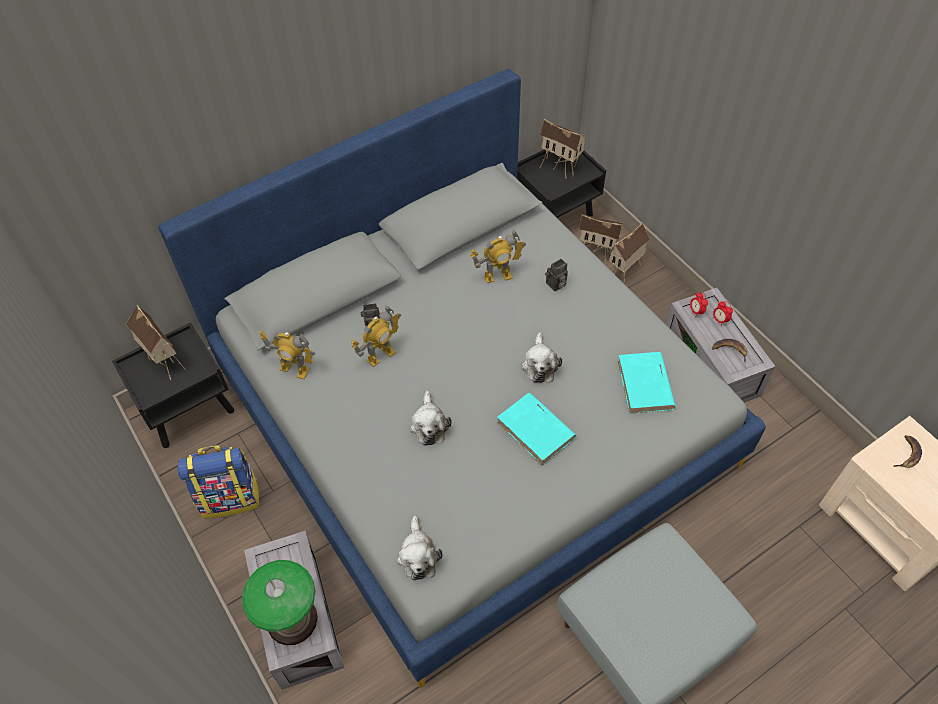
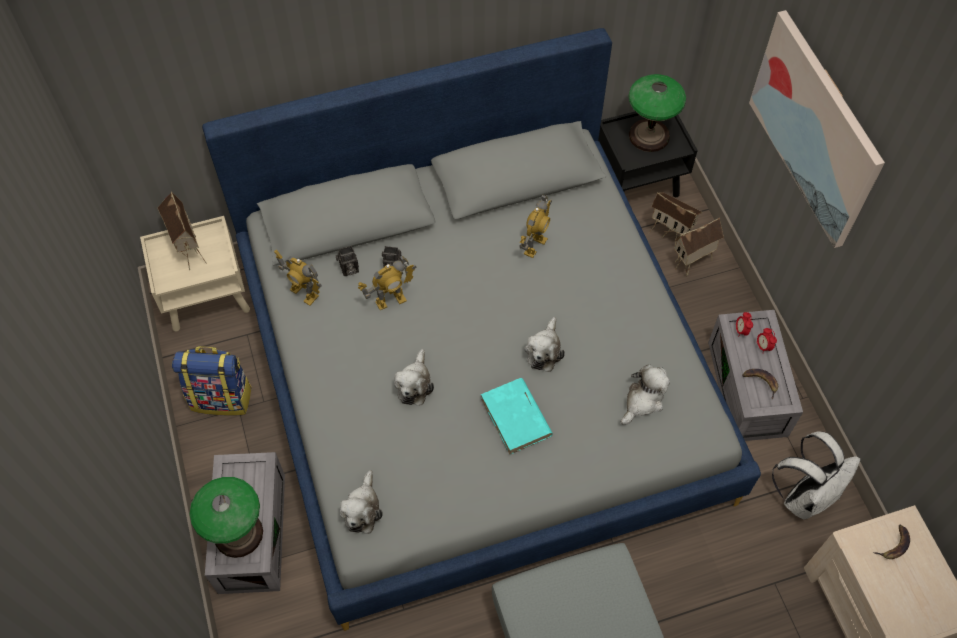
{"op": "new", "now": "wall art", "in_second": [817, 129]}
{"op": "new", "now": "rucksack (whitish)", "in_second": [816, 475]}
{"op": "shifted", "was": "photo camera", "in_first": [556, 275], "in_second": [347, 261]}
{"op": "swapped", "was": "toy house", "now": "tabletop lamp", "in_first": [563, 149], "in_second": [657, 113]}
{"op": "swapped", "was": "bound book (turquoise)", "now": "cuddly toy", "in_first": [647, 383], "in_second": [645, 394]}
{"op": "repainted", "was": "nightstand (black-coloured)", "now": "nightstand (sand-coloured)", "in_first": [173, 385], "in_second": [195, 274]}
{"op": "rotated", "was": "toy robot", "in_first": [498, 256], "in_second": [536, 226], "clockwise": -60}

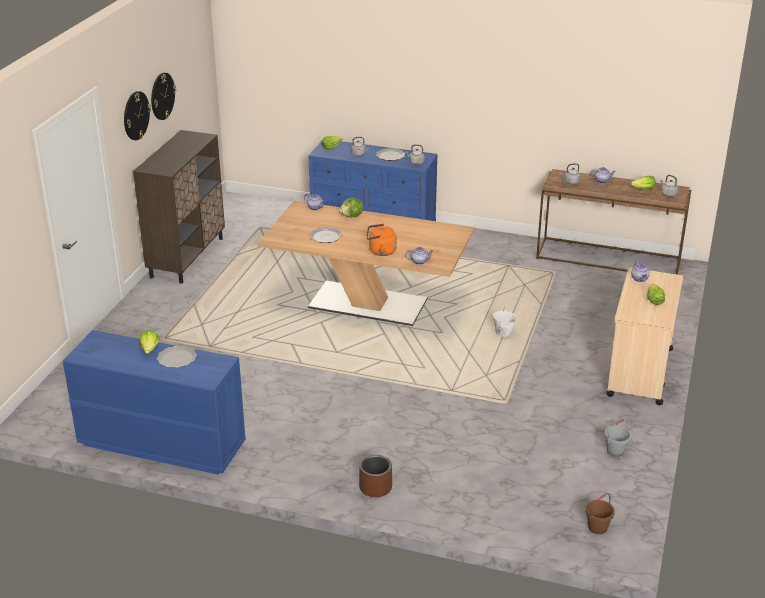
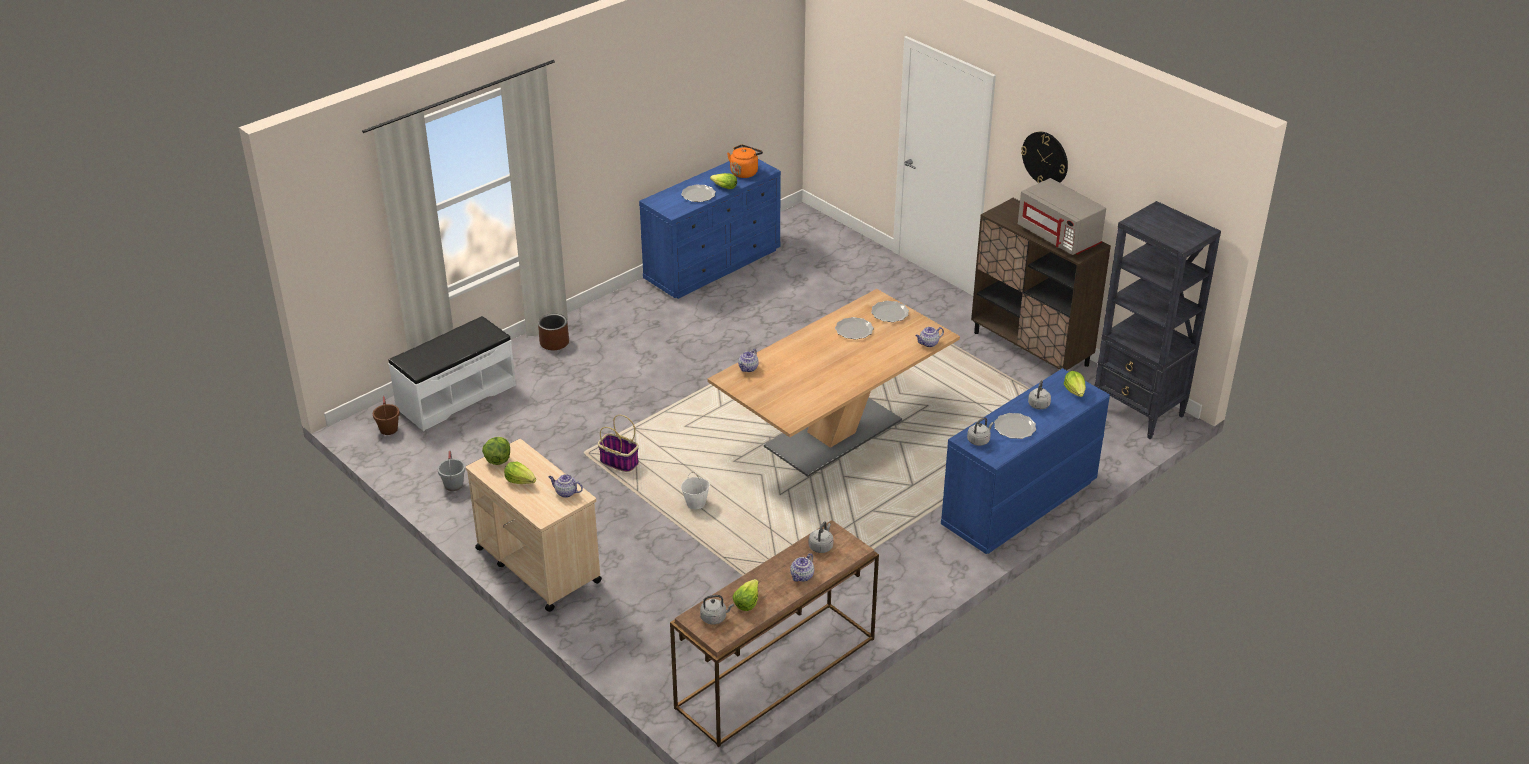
{"op": "gone", "was": "clock on the wall", "in_first": [163, 96]}
{"op": "new", "now": "indoor bench (whitish)", "in_second": [452, 373]}
{"op": "new", "now": "storage basket", "in_second": [618, 443]}
{"op": "new", "now": "dinner plate", "in_second": [890, 311]}
{"op": "new", "now": "microwave (gray)", "in_second": [1062, 216]}
{"op": "new", "now": "shelving unit (black-coloured)", "in_second": [1157, 320]}
{"op": "shifted", "was": "lettuce", "in_first": [351, 207], "in_second": [496, 451]}
{"op": "shifted", "was": "tea kettle (orange-coloured)", "in_first": [382, 240], "in_second": [745, 161]}

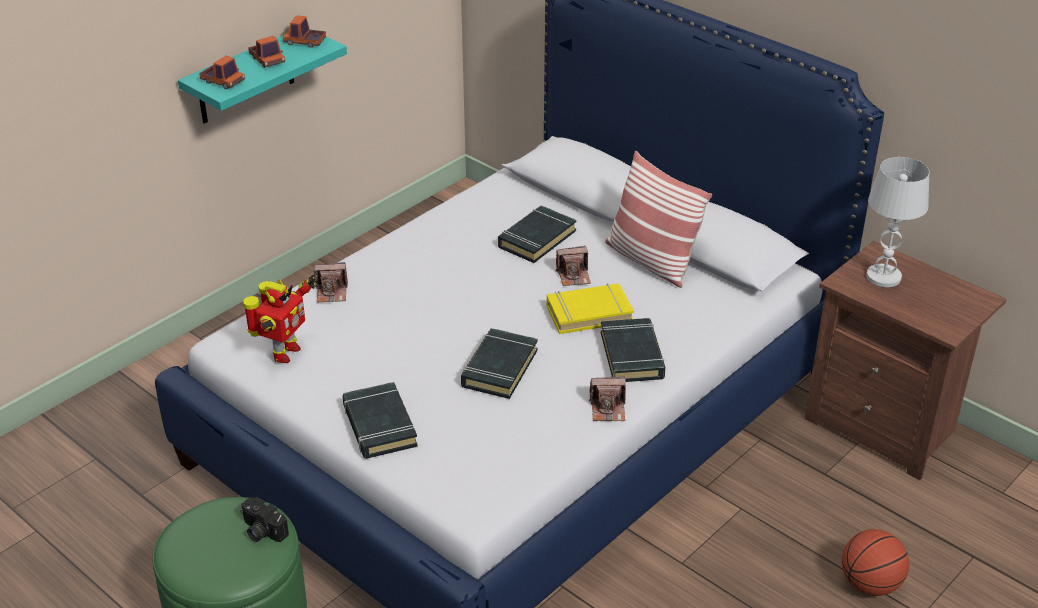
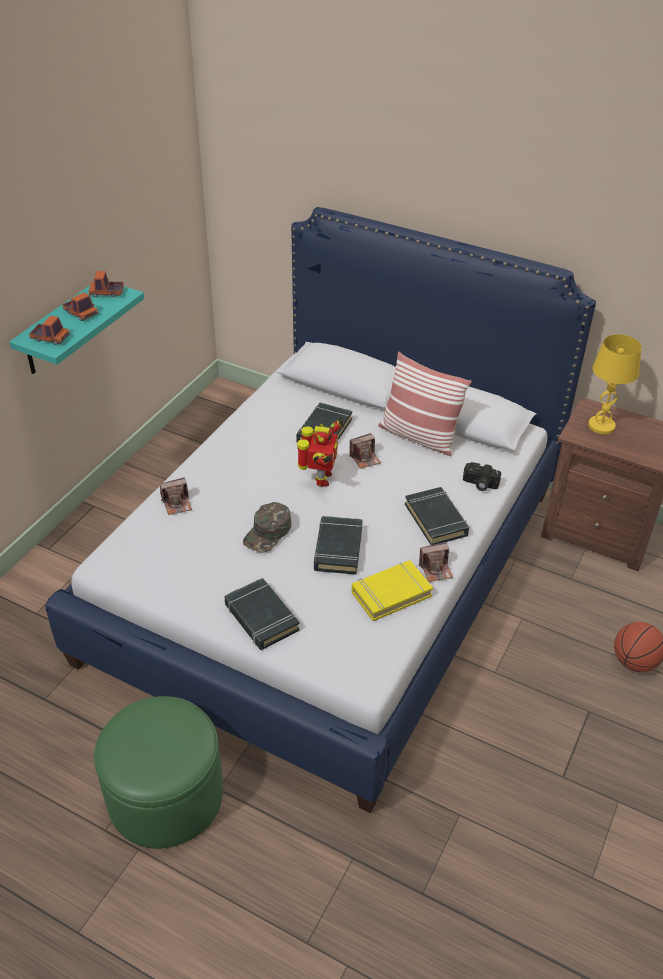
{"op": "new", "now": "cap (greenish)", "in_second": [267, 527]}
{"op": "shifted", "was": "photo camera", "in_first": [264, 519], "in_second": [482, 476]}
{"op": "shifted", "was": "toy robot", "in_first": [279, 319], "in_second": [321, 451]}
{"op": "shifted", "was": "bound book (yellow-coloured)", "in_first": [590, 308], "in_second": [392, 590]}
{"op": "repainted", "was": "tabletop lamp (whitish)", "now": "tabletop lamp (yellow-coloured)", "in_first": [897, 222], "in_second": [615, 384]}

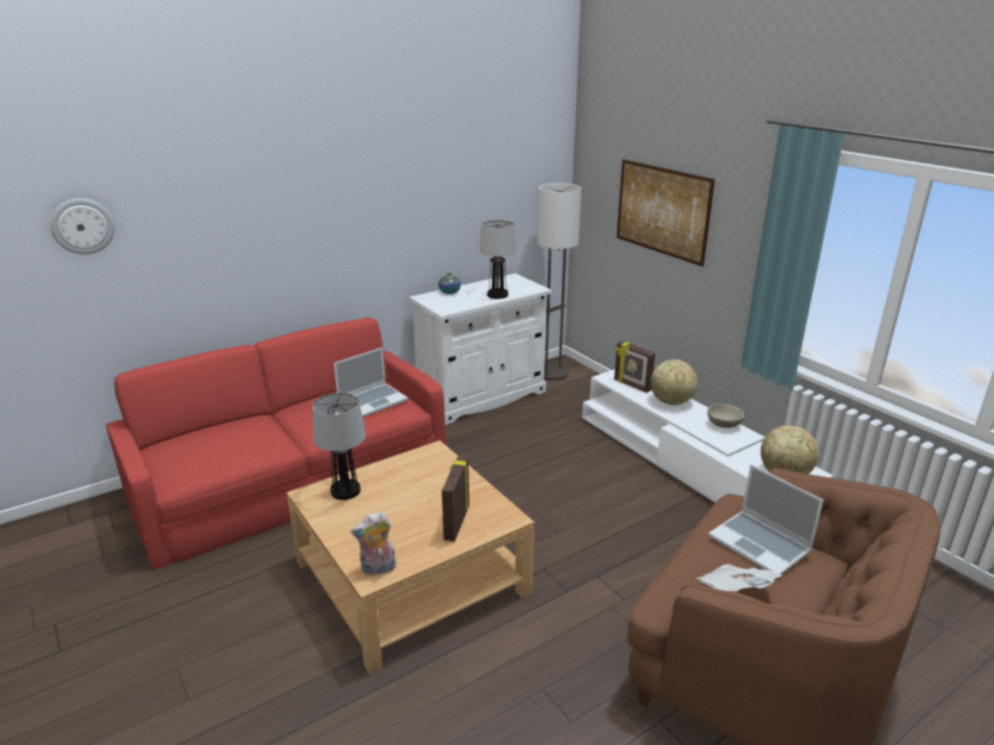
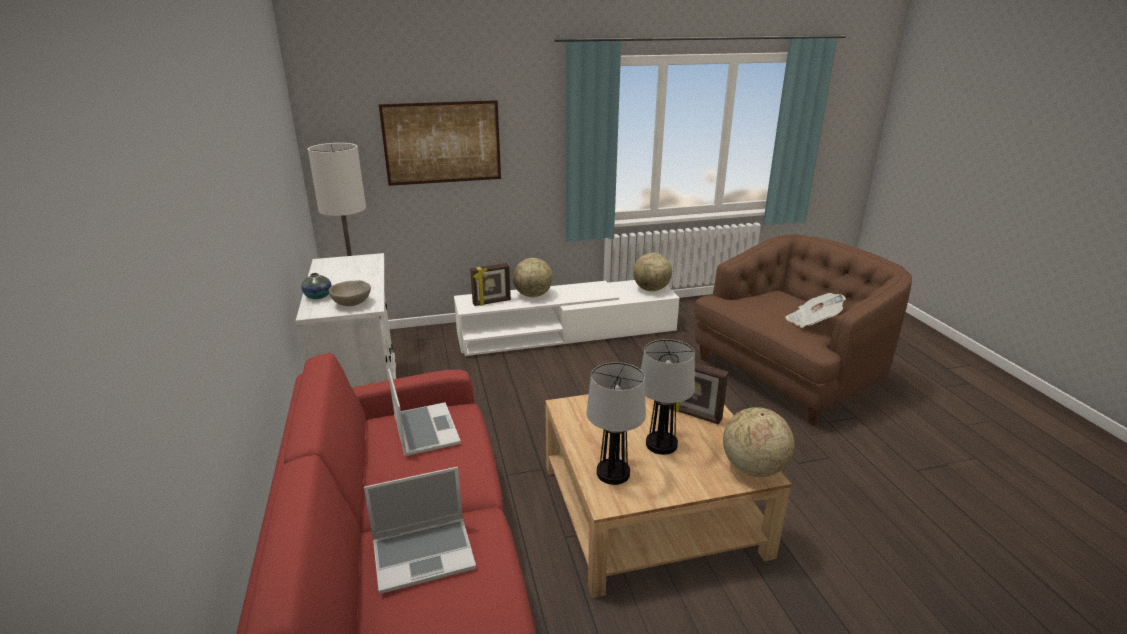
{"op": "gone", "was": "clock on the wall", "in_first": [82, 226]}
{"op": "shifted", "was": "tabletop lamp", "in_first": [498, 259], "in_second": [668, 397]}
{"op": "shifted", "was": "deep dish (sand-coloured)", "in_first": [725, 415], "in_second": [350, 293]}
{"op": "shifted", "was": "laptop", "in_first": [765, 519], "in_second": [420, 530]}
{"op": "swapped", "was": "cuddly toy", "now": "world globe", "in_first": [373, 543], "in_second": [758, 442]}

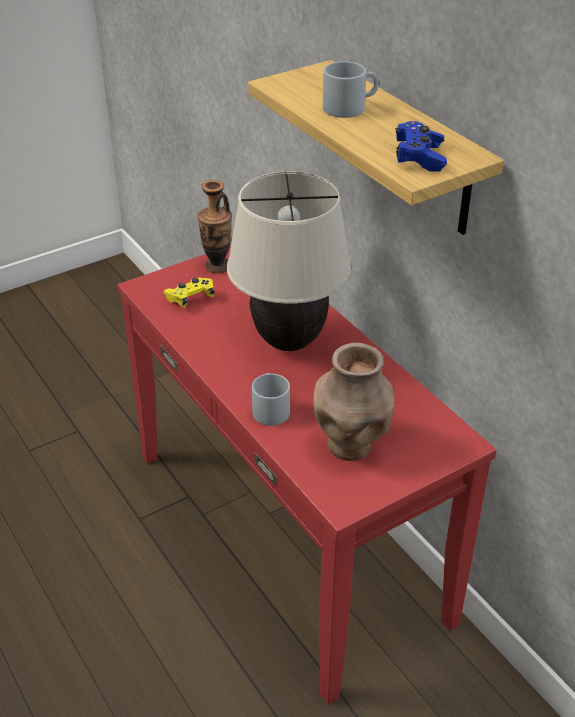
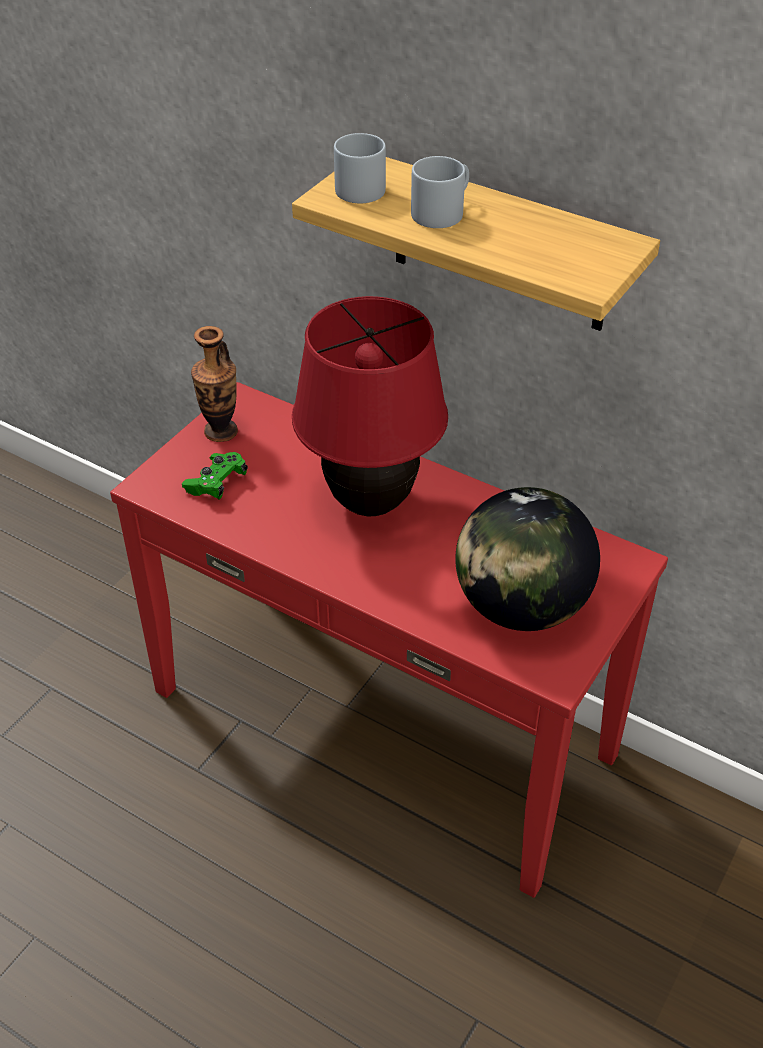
{"op": "gone", "was": "game controller (blue-coloured)", "in_first": [421, 146]}
{"op": "shifted", "was": "coffee mug (gray)", "in_first": [271, 399], "in_second": [360, 168]}
{"op": "swapped", "was": "flower vase (brown-coloured)", "now": "world globe", "in_first": [353, 402], "in_second": [527, 559]}
{"op": "repainted", "was": "game controller (yellow-coloured)", "now": "game controller (greenish)", "in_first": [189, 293], "in_second": [215, 475]}
{"op": "repainted", "was": "tabletop lamp (sand-coloured)", "now": "tabletop lamp (red)", "in_first": [289, 261], "in_second": [370, 406]}

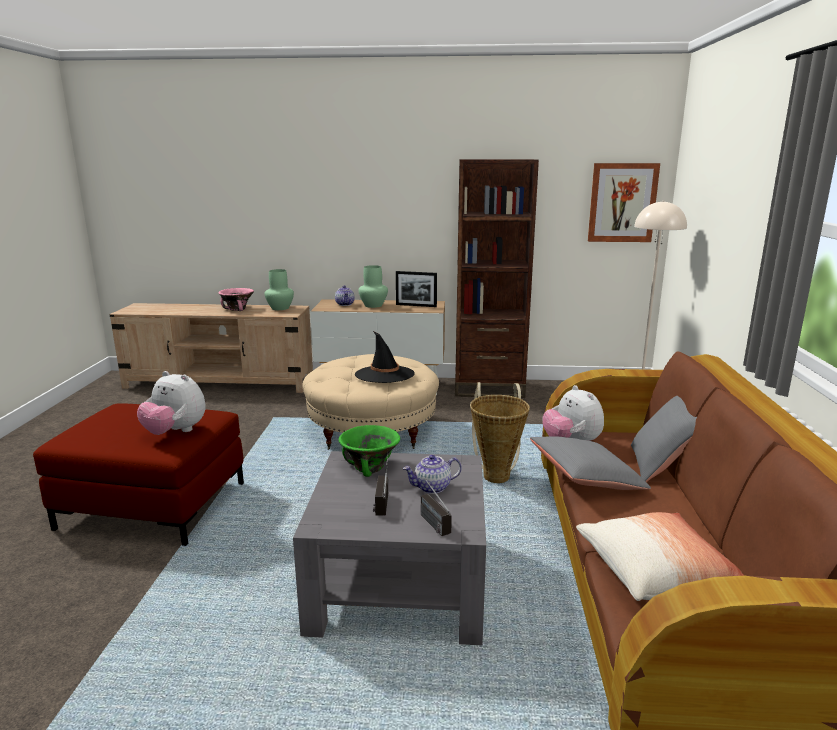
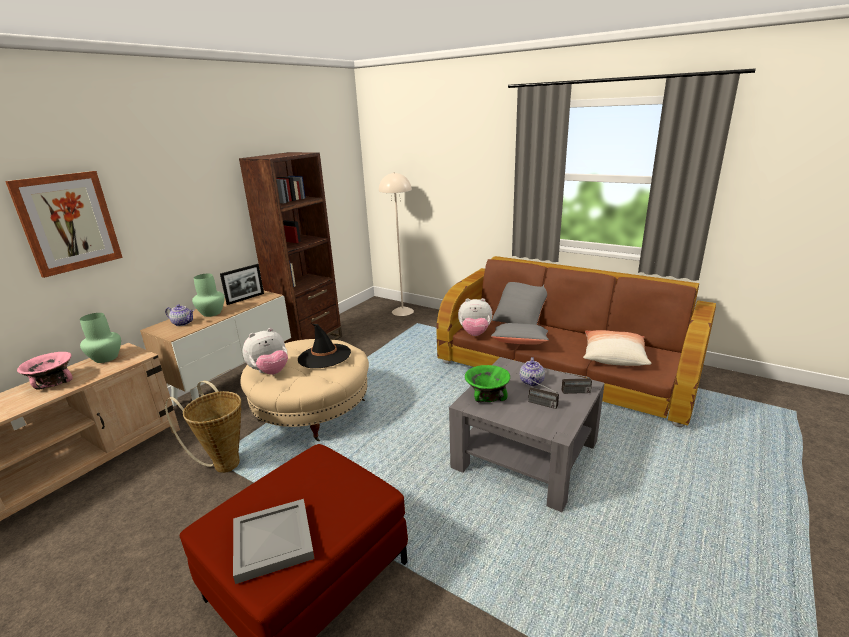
{"op": "new", "now": "tray (gray)", "in_second": [274, 541]}
{"op": "shifted", "was": "cuddly toy", "in_first": [171, 403], "in_second": [265, 351]}
{"op": "shifted", "was": "storage basket", "in_first": [500, 432], "in_second": [203, 427]}
{"op": "shifted", "was": "wall art", "in_first": [624, 202], "in_second": [64, 224]}

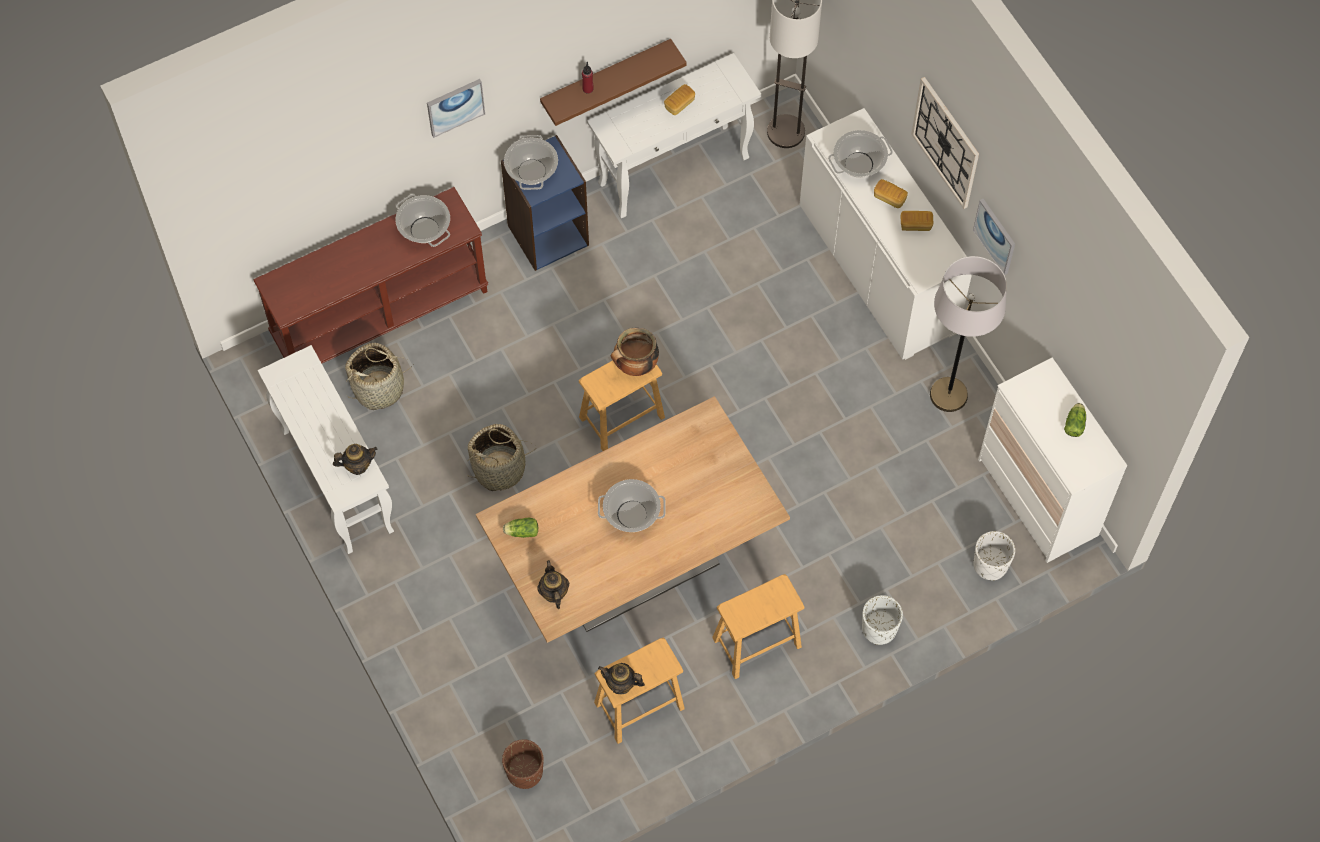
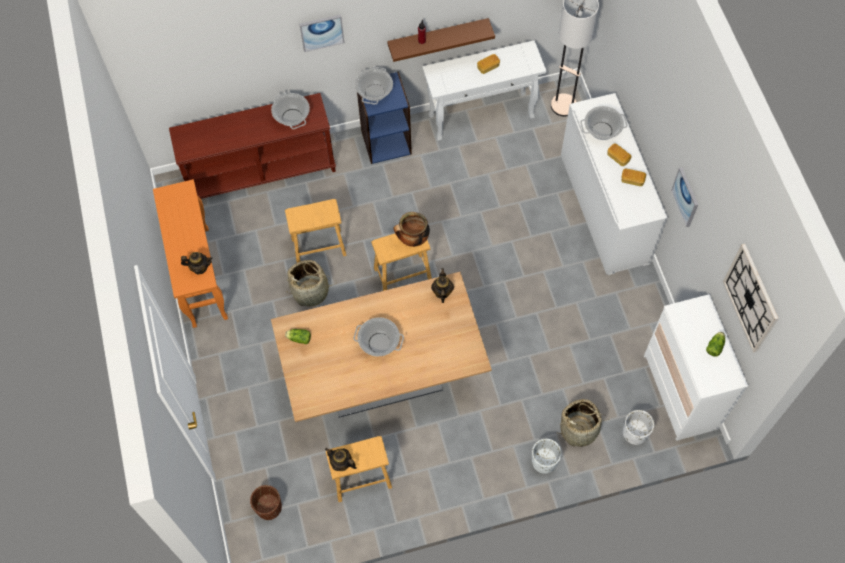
{"op": "gone", "was": "floor lamp (gray)", "in_first": [968, 334]}
{"op": "shifted", "was": "storage basket", "in_first": [379, 376], "in_second": [582, 423]}
{"op": "shifted", "was": "tea pot", "in_first": [553, 584], "in_second": [442, 285]}
{"op": "shifted", "was": "stool (brown-coloured)", "in_first": [758, 626], "in_second": [315, 231]}
{"op": "shifted", "was": "clock on the wall", "in_first": [945, 143], "in_second": [750, 298]}
{"op": "repainted", "was": "narrow table (whitish)", "now": "narrow table (orange-coloured)", "in_first": [326, 449], "in_second": [190, 253]}

